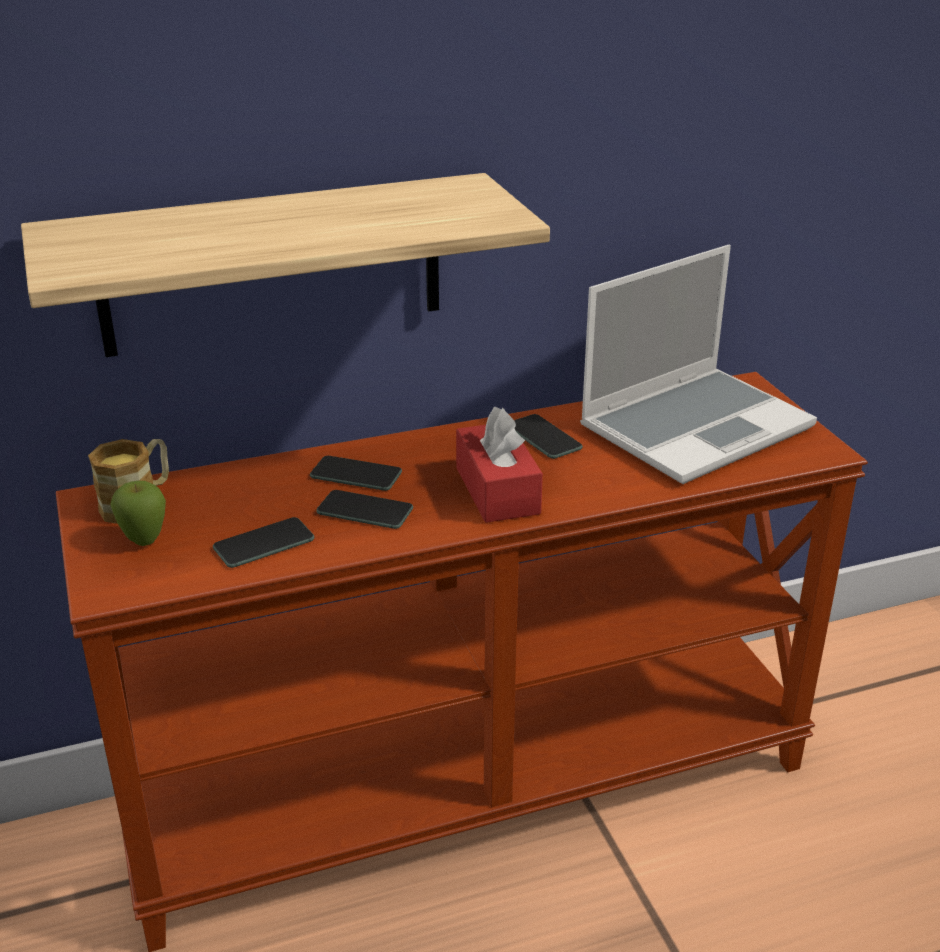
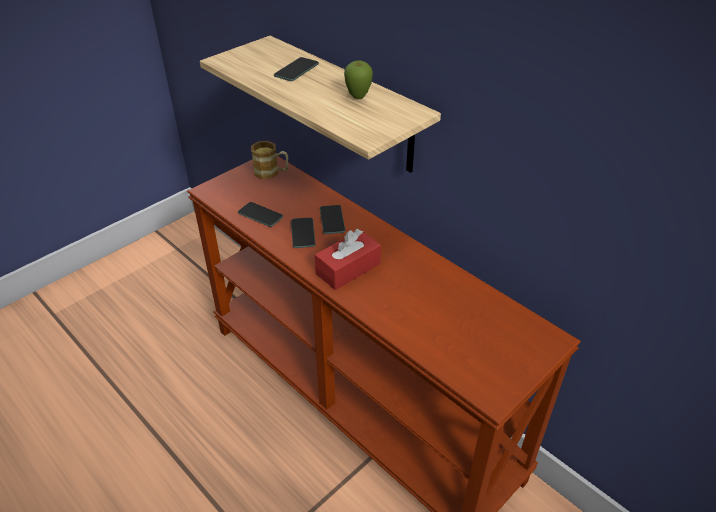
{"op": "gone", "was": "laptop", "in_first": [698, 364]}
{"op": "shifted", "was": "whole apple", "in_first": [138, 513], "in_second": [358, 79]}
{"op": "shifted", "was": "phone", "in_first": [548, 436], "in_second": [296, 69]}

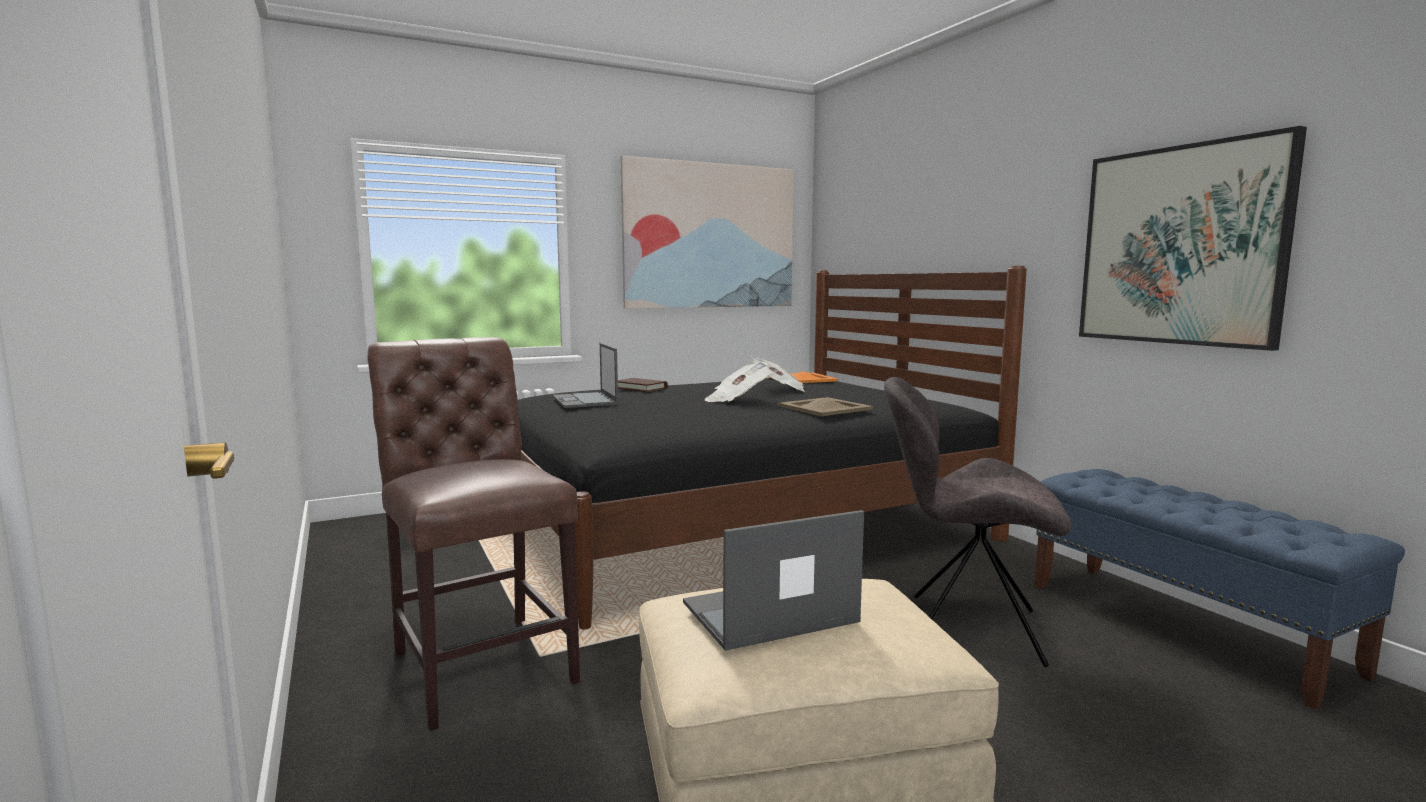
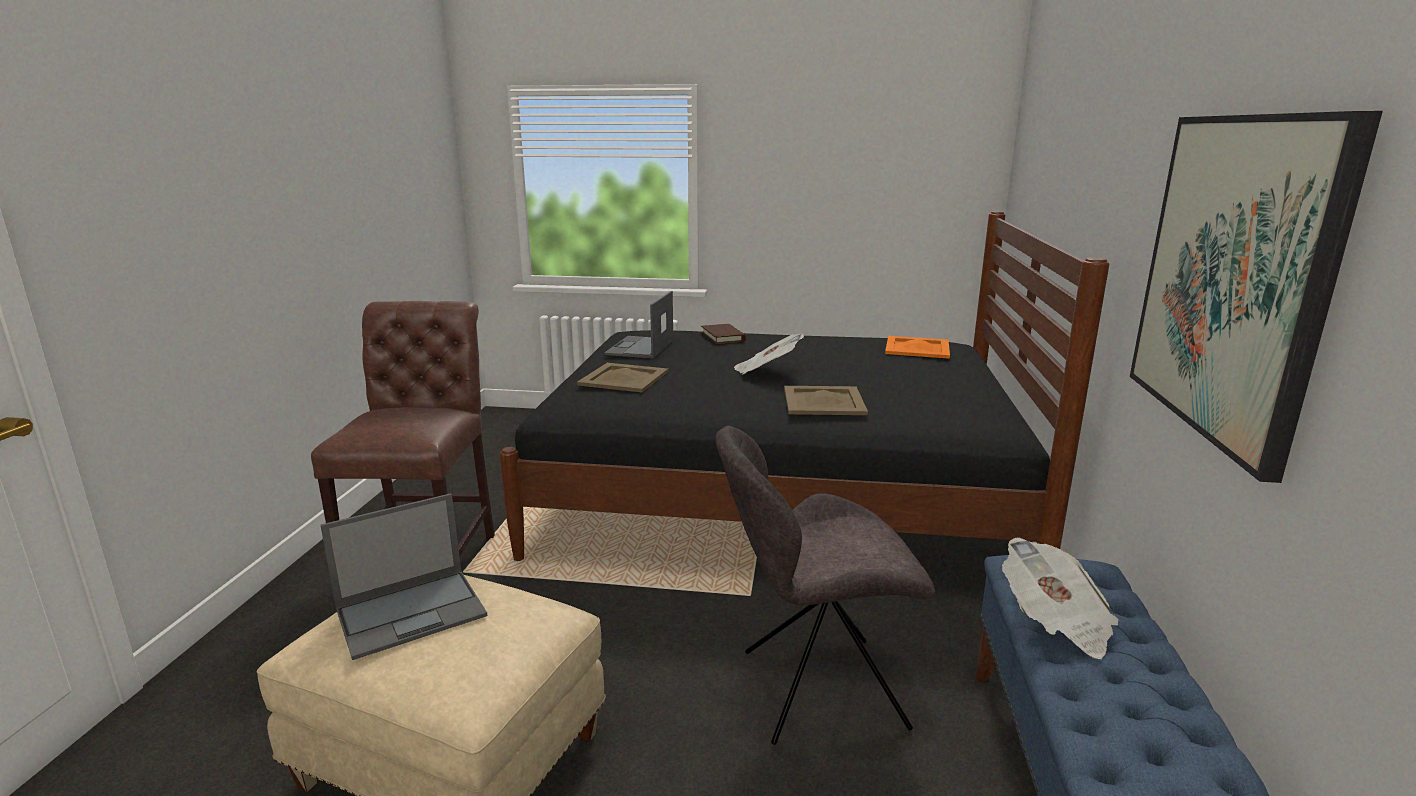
{"op": "gone", "was": "wall art", "in_first": [707, 232]}
{"op": "new", "now": "tray (sand-coloured)", "in_second": [622, 377]}
{"op": "shifted", "was": "daily paper", "in_first": [778, 374], "in_second": [1060, 598]}
{"op": "rotated", "was": "laptop", "in_first": [773, 580], "in_second": [403, 576], "clockwise": 135}
{"op": "rotated", "was": "plain chair (gray)", "in_first": [978, 522], "in_second": [825, 585], "clockwise": -60}

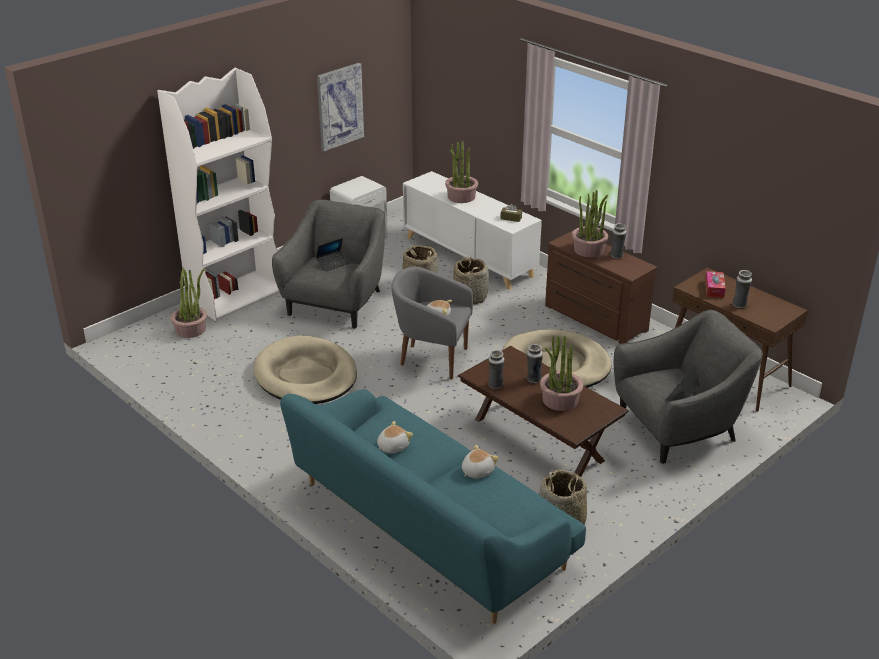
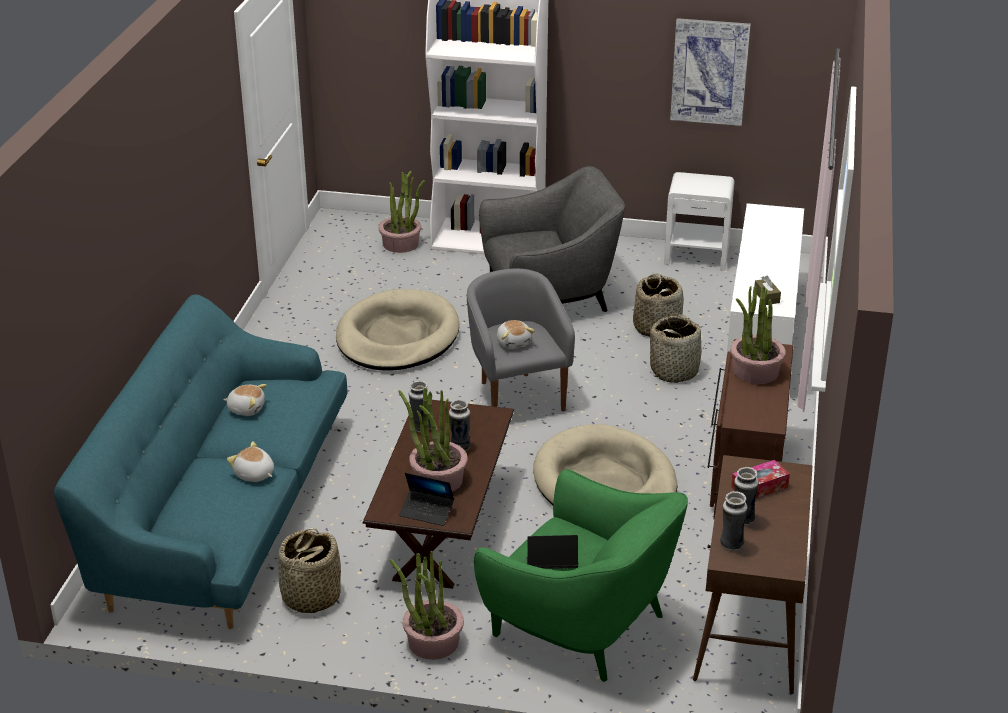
{"op": "shifted", "was": "laptop", "in_first": [333, 255], "in_second": [426, 499]}
{"op": "shifted", "was": "potted plant", "in_first": [461, 172], "in_second": [427, 605]}
{"op": "shifted", "was": "flower vase", "in_first": [618, 241], "in_second": [733, 521]}
{"op": "repainted", "was": "armchair (gray)", "now": "armchair (greenish)", "in_first": [688, 387], "in_second": [581, 575]}
{"op": "rotated", "was": "cuddly toy", "in_first": [480, 462], "in_second": [250, 461], "clockwise": -150}

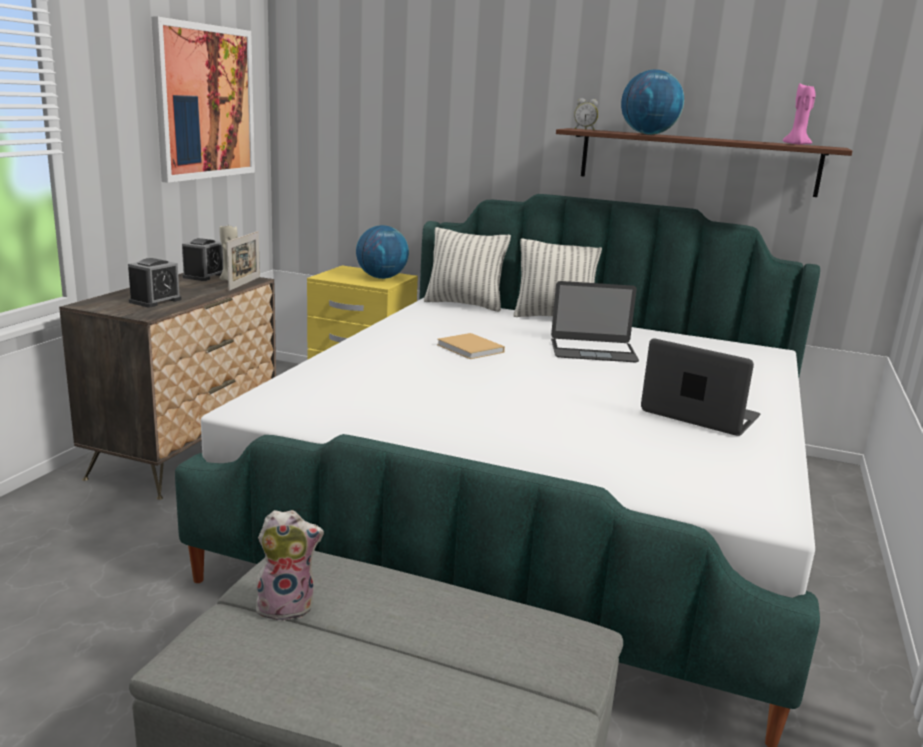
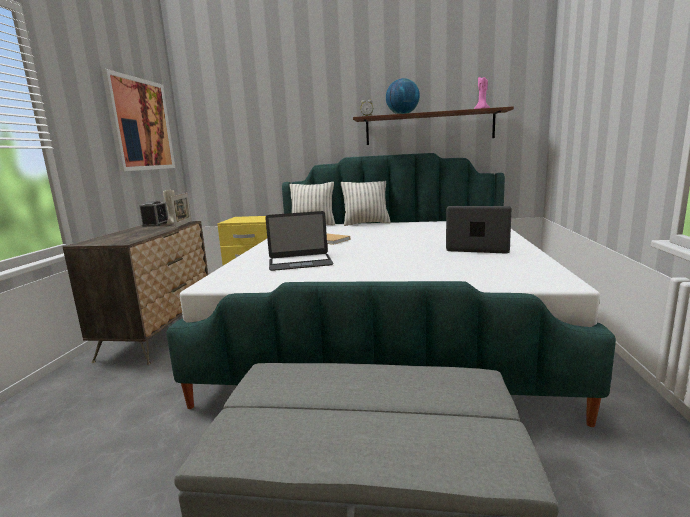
{"op": "gone", "was": "bedside clock", "in_first": [155, 282]}
{"op": "gone", "was": "cuddly toy", "in_first": [290, 565]}
{"op": "gone", "was": "world globe", "in_first": [382, 252]}
{"op": "shifted", "was": "laptop", "in_first": [595, 321], "in_second": [299, 241]}

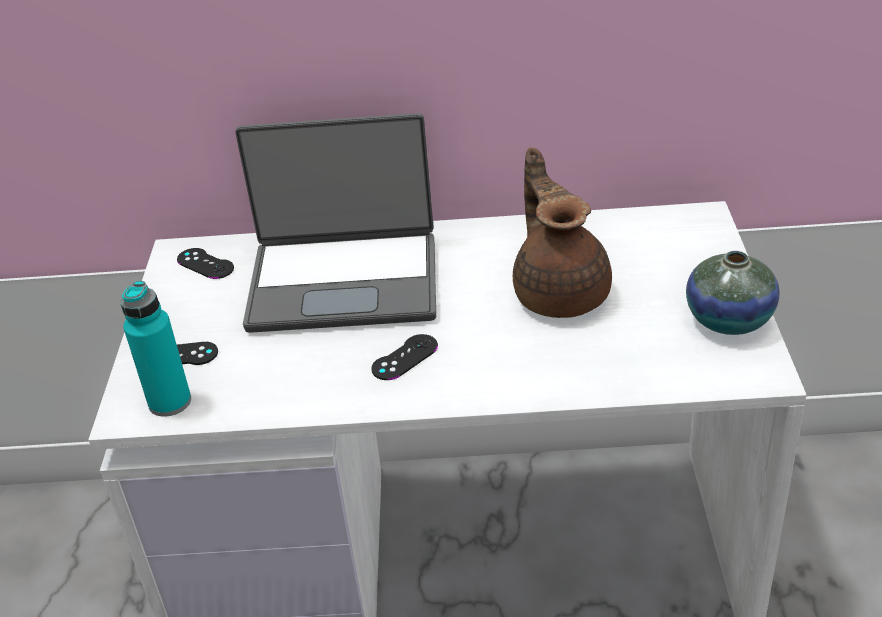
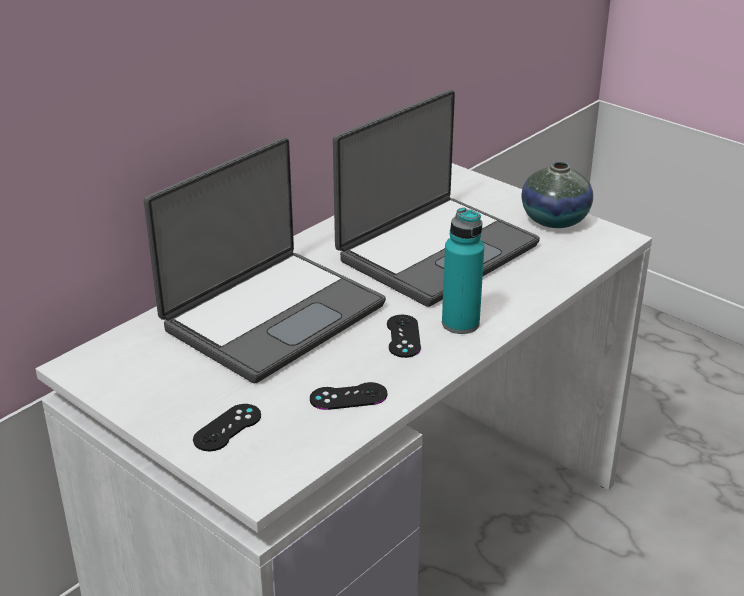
{"op": "shifted", "was": "bottle (turquoise)", "in_first": [156, 349], "in_second": [463, 270]}
{"op": "shifted", "was": "game controller (black-coloured)", "in_first": [205, 263], "in_second": [349, 396]}
{"op": "swapped", "was": "tea pot (brown-coloured)", "now": "laptop", "in_first": [562, 232], "in_second": [436, 198]}

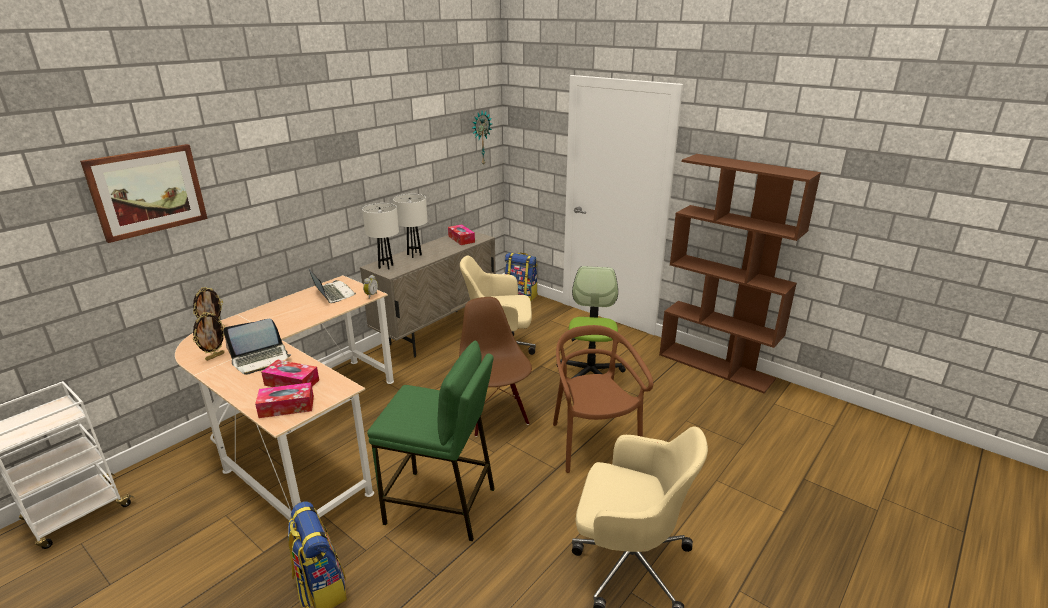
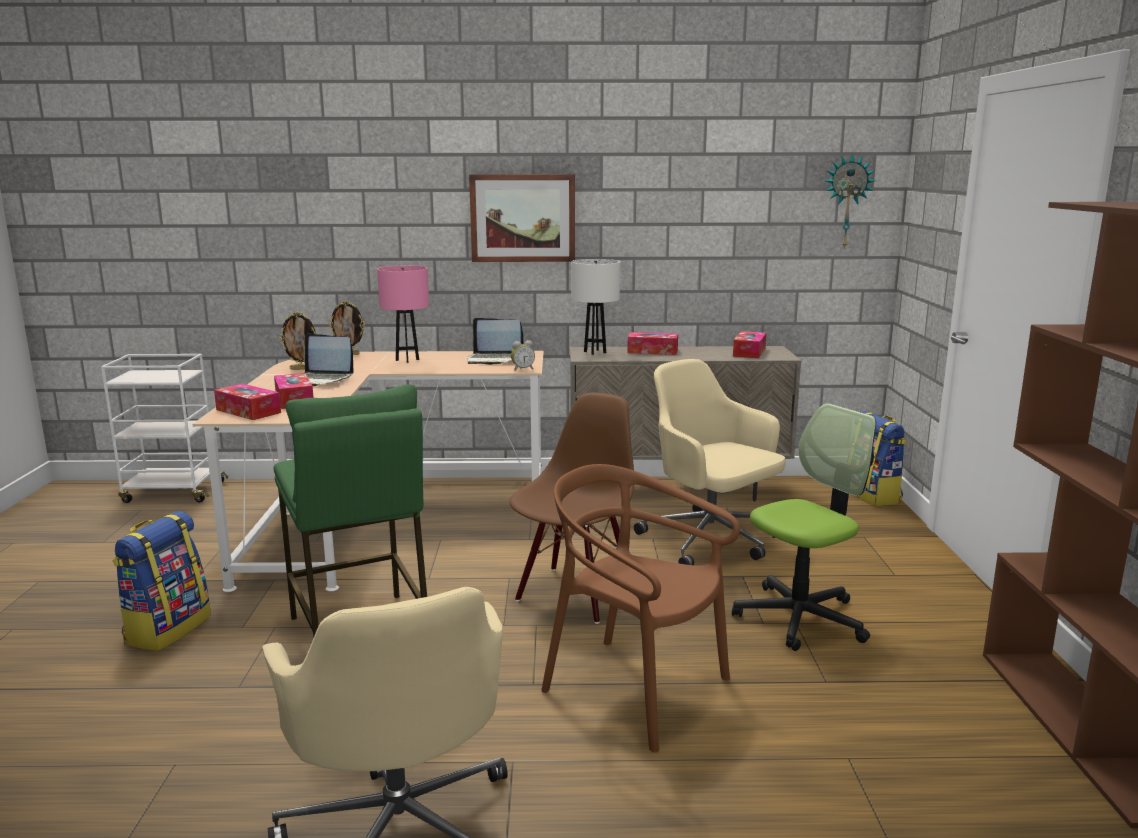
{"op": "new", "now": "tabletop lamp (pink-coloured)", "in_second": [403, 314]}
{"op": "shifted", "was": "wall art", "in_first": [144, 193], "in_second": [522, 218]}
{"op": "swapped", "was": "tabletop lamp (whitish)", "now": "tissue box", "in_first": [410, 226], "in_second": [652, 343]}
{"op": "rotated", "was": "laptop", "in_first": [332, 286], "in_second": [495, 341], "clockwise": 90}
{"op": "rotated", "was": "plain chair (brown-coloured)", "in_first": [603, 399], "in_second": [640, 608], "clockwise": -90}

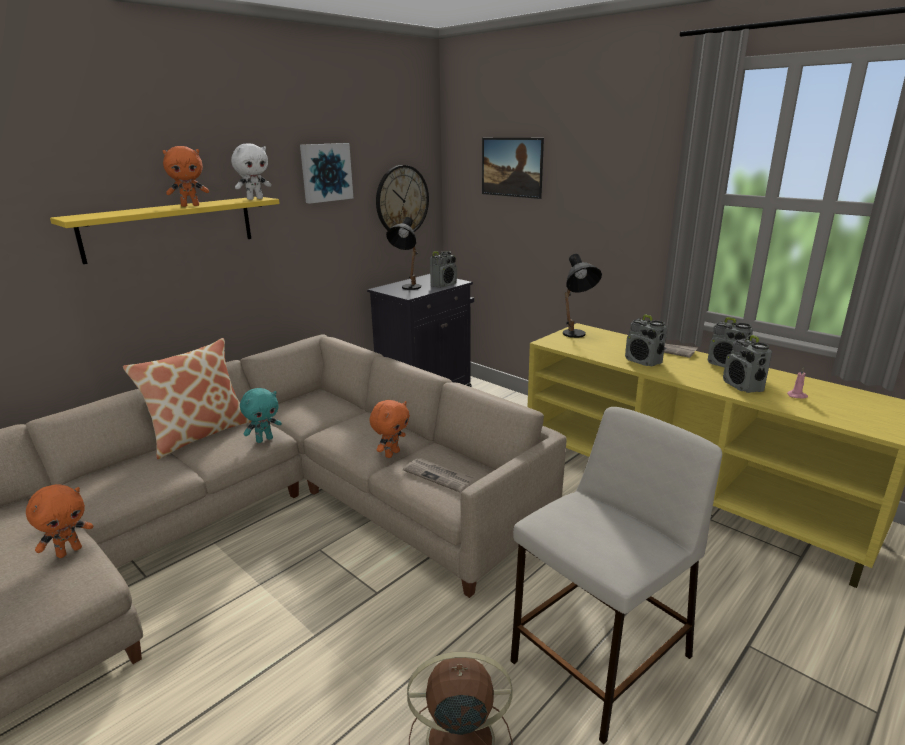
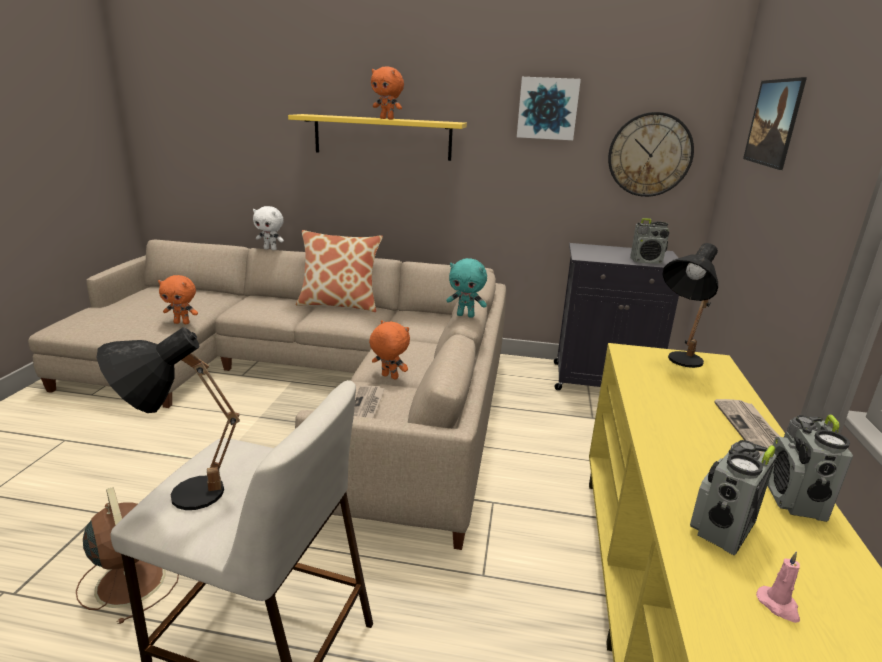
{"op": "gone", "was": "radio set", "in_first": [646, 341]}
{"op": "shifted", "was": "cuddly toy (whitish)", "in_first": [251, 171], "in_second": [268, 228]}
{"op": "shifted", "was": "cuddly toy (turquoise)", "in_first": [261, 415], "in_second": [466, 288]}
{"op": "shifted", "was": "tabletop lamp (black-coloured)", "in_first": [403, 253], "in_second": [168, 418]}
{"op": "rotated", "was": "cuddly toy (orange-coloured)", "in_first": [389, 429], "in_second": [389, 350], "clockwise": -150}

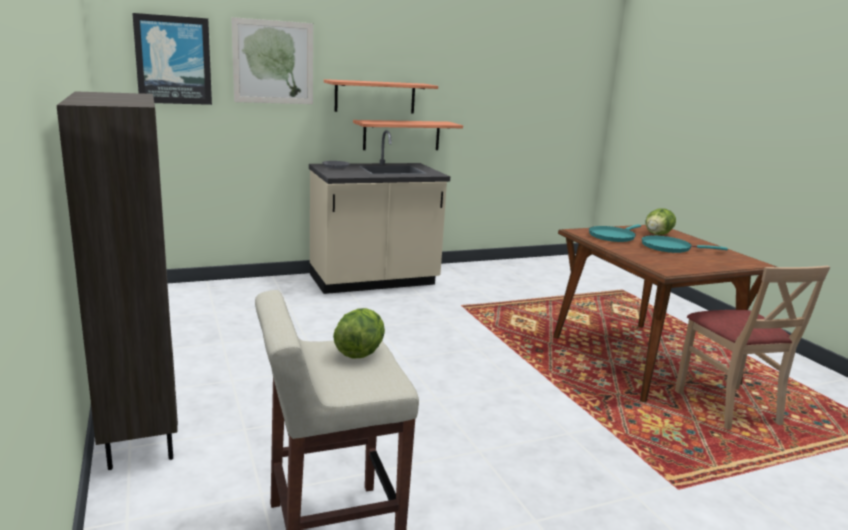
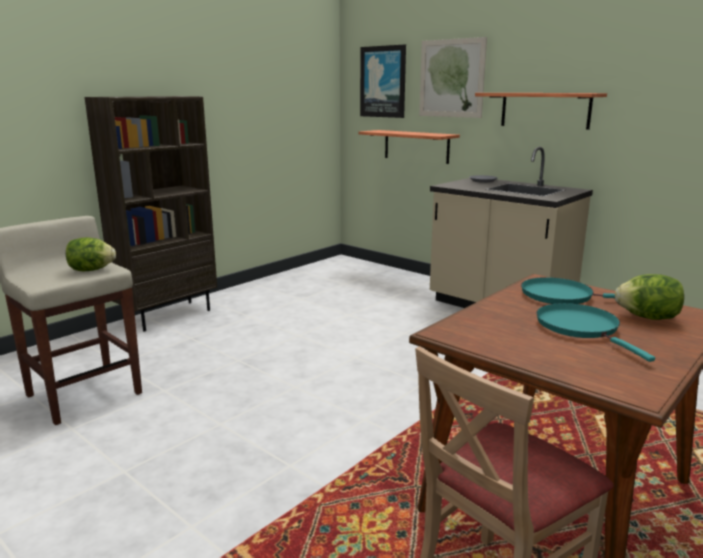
{"op": "shifted", "was": "shelf", "in_first": [408, 135], "in_second": [409, 147]}

